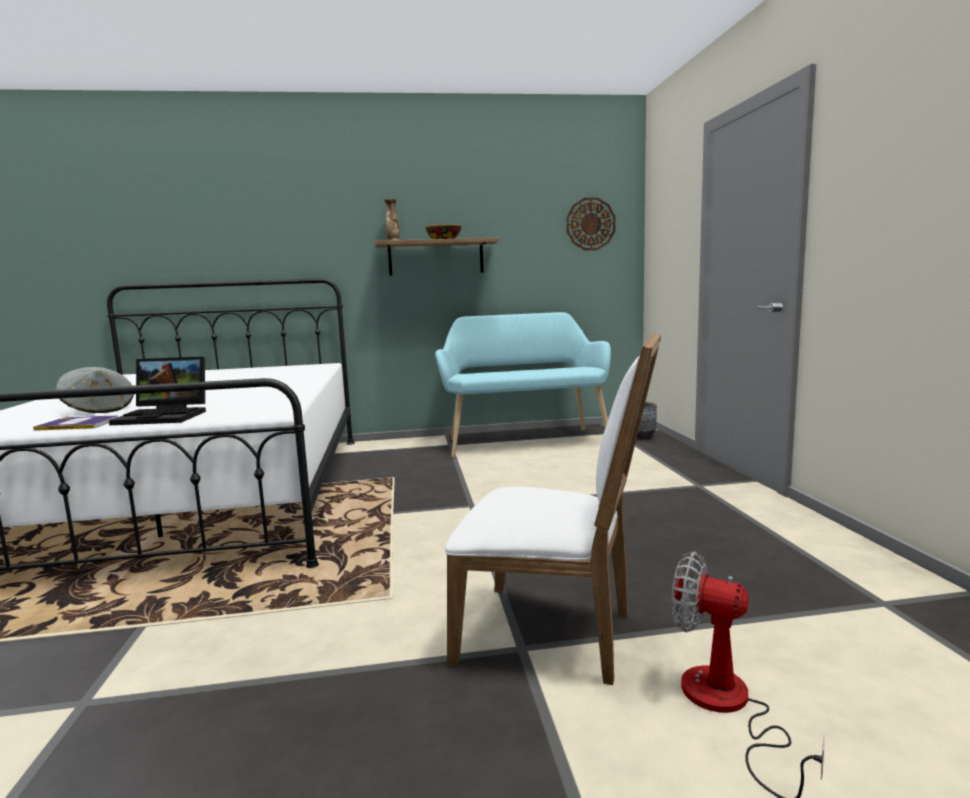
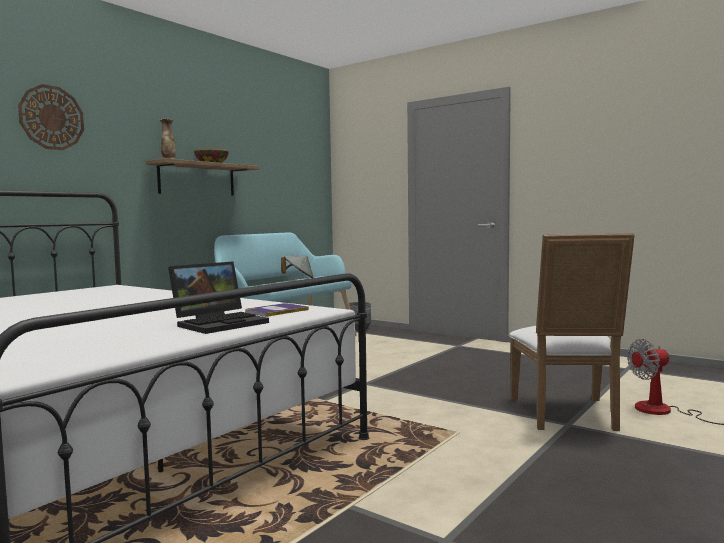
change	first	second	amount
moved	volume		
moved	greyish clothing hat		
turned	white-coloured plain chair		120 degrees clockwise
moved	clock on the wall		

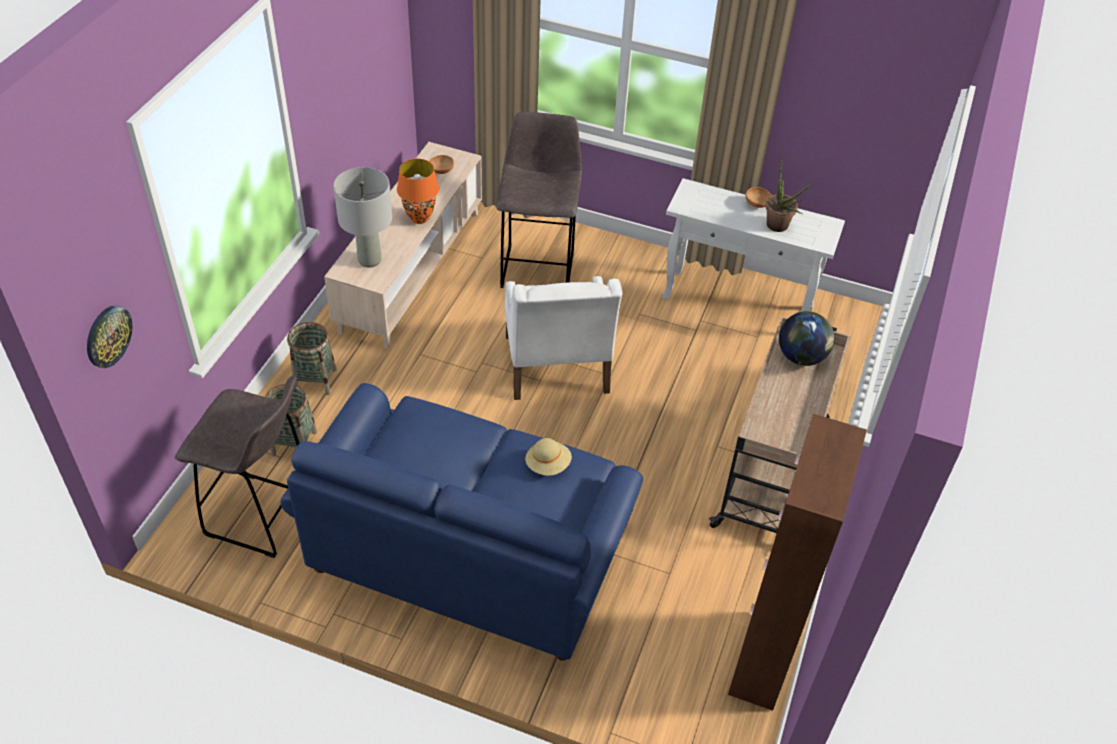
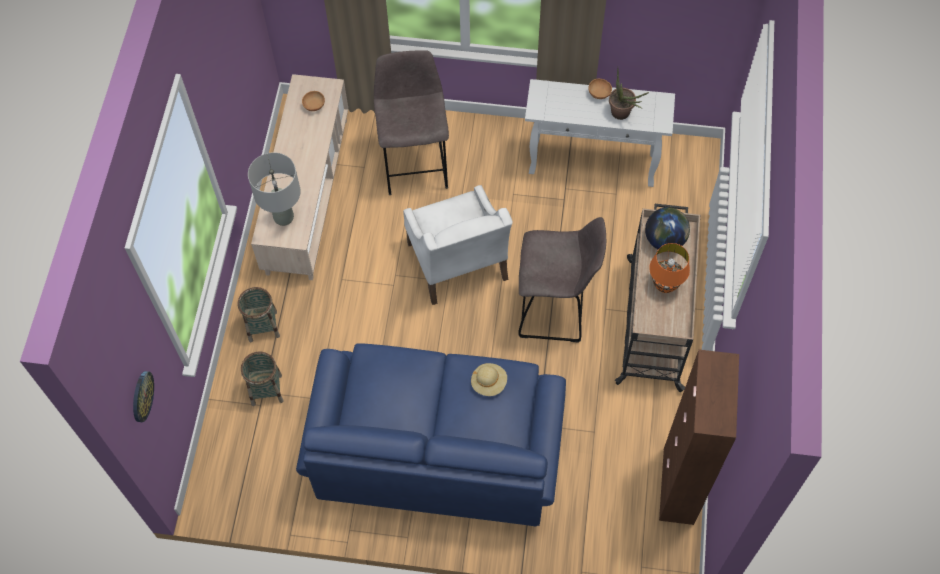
change	first	second	amount
moved	greyish stool (1st from left in the first image)	greyish stool (2nd from left)	
moved	orangey table lamp		

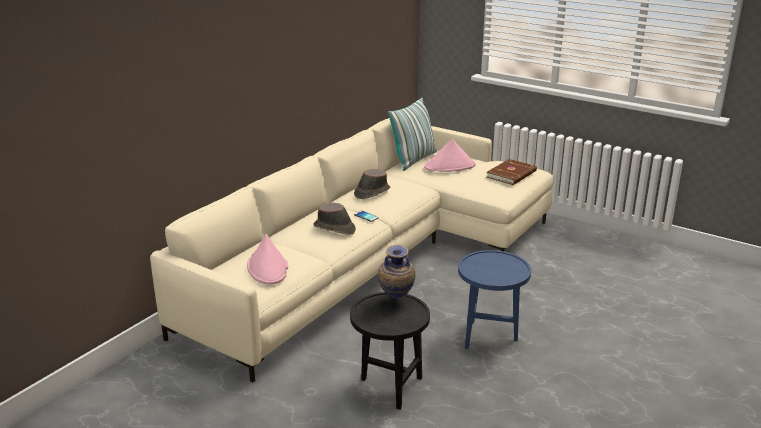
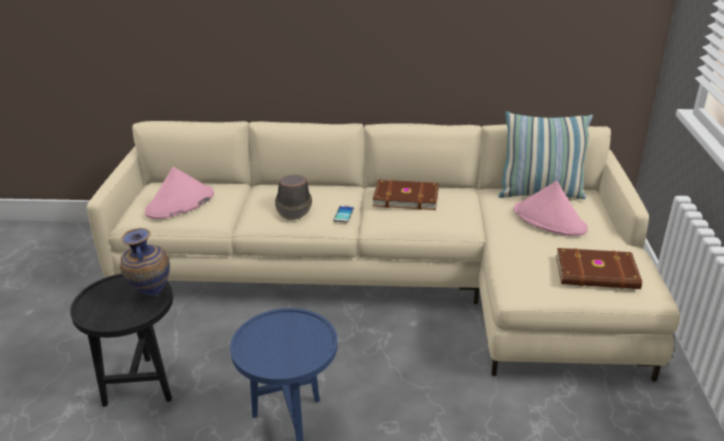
change	first	second	amount
replaced	brown clothing hat (2nd from left)	brown volume (1st from left)	

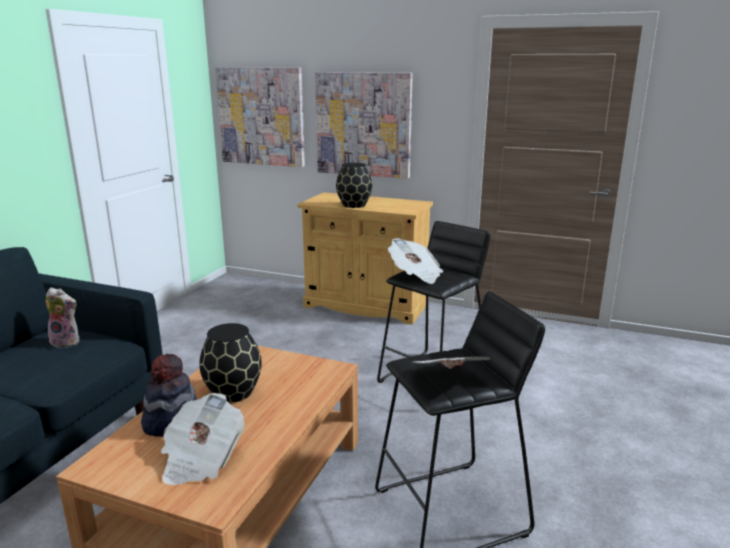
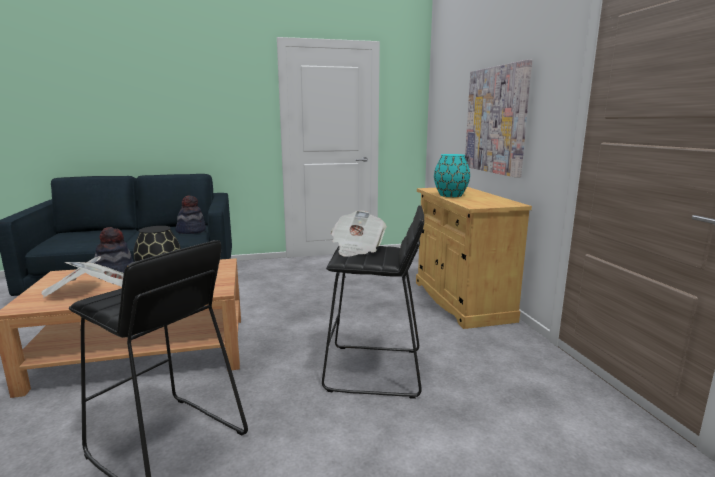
change	first	second	amount
replaced	soft toy	clothing hat (2nd from left)	
removed	picture (1st from left)		
recoloured	black vase (2nd from left)	turquoise-coloured vase	

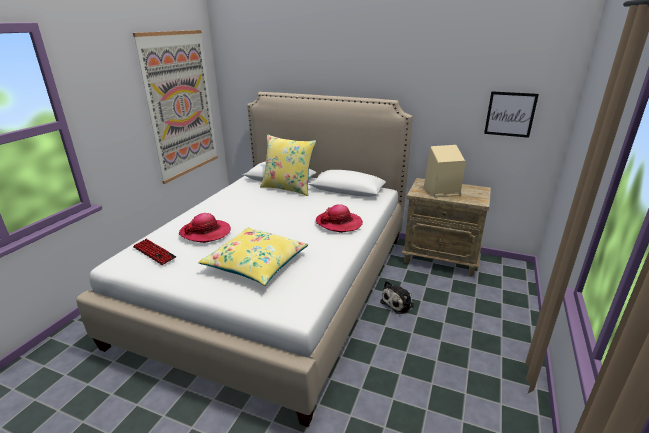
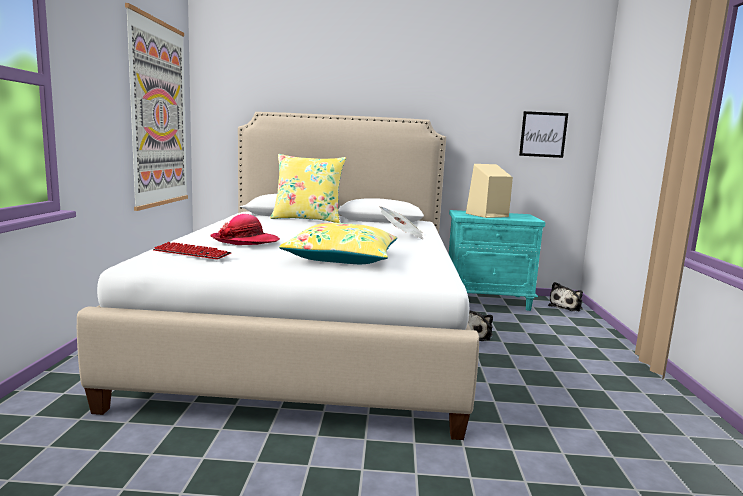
change	first	second	amount
replaced	clothing hat (2nd from left)	newspaper	
recoloured	beige bedside table	turquoise-coloured bedside table	
added		soft toy (2nd from left)	

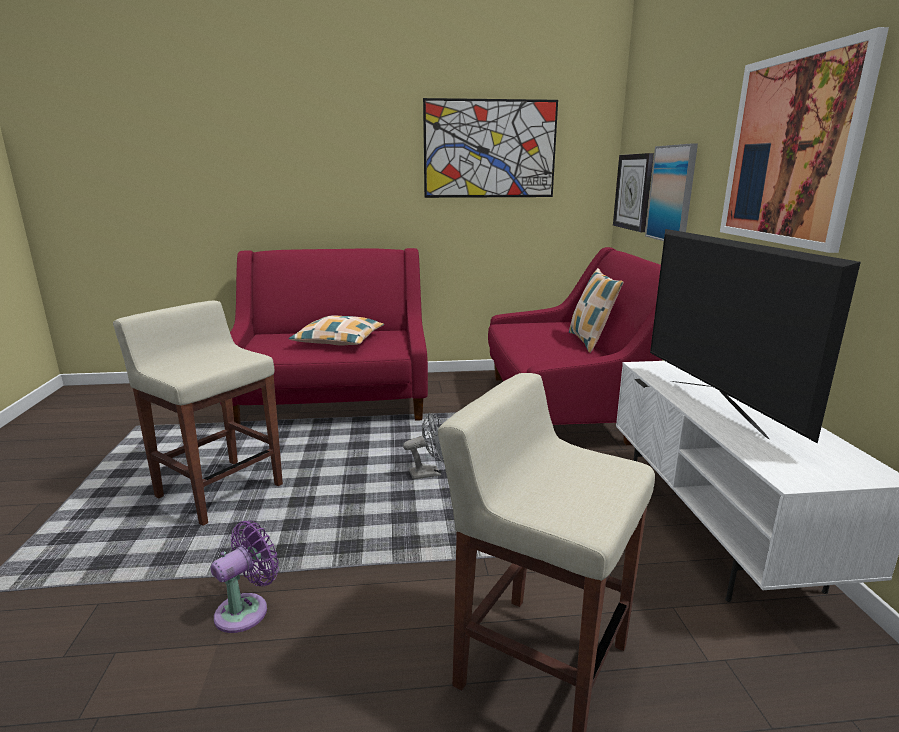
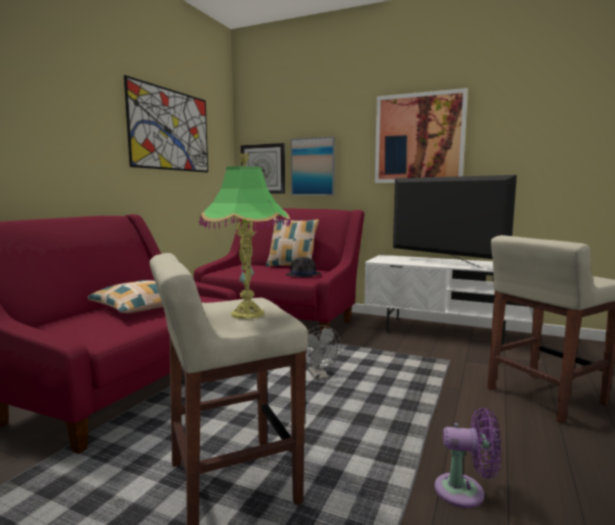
change	first	second	amount
turned	purple cooling fan		120 degrees clockwise
turned	greyish cooling fan		150 degrees clockwise
turned	TV set		150 degrees counterclockwise
added		table lamp	
added		black clothing hat	

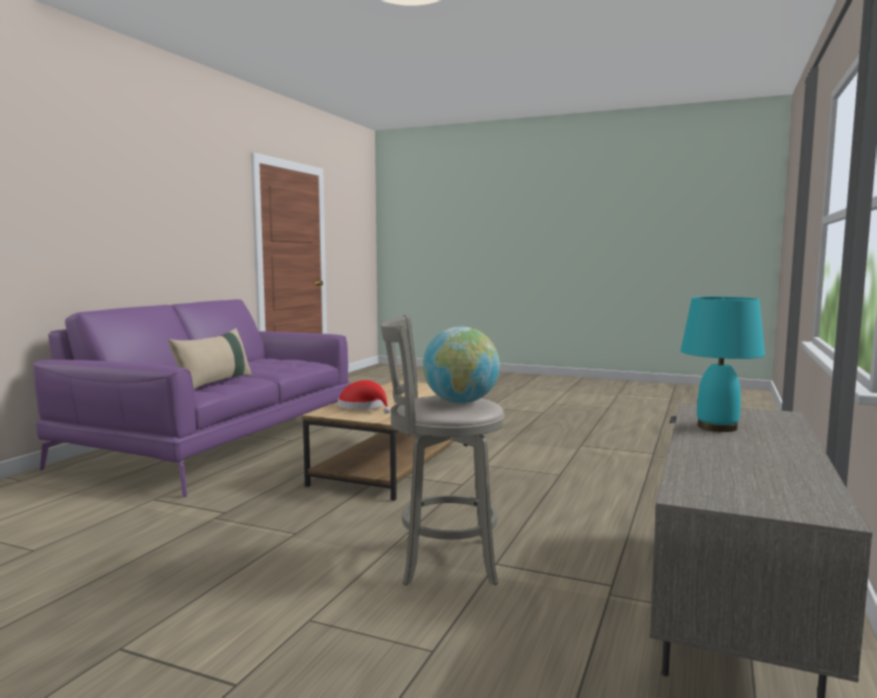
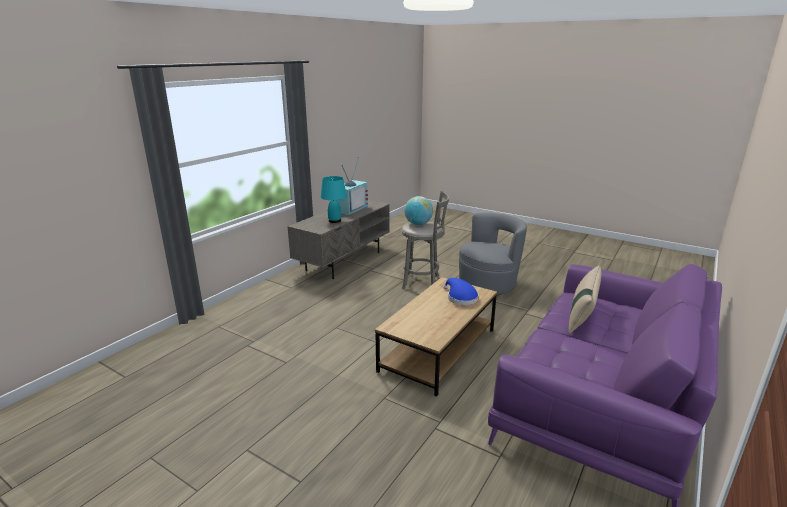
change	first	second	amount
recoloured	red-coloured clothing hat	bluish clothing hat	
added		TV set	
added		greyish lounge chair	

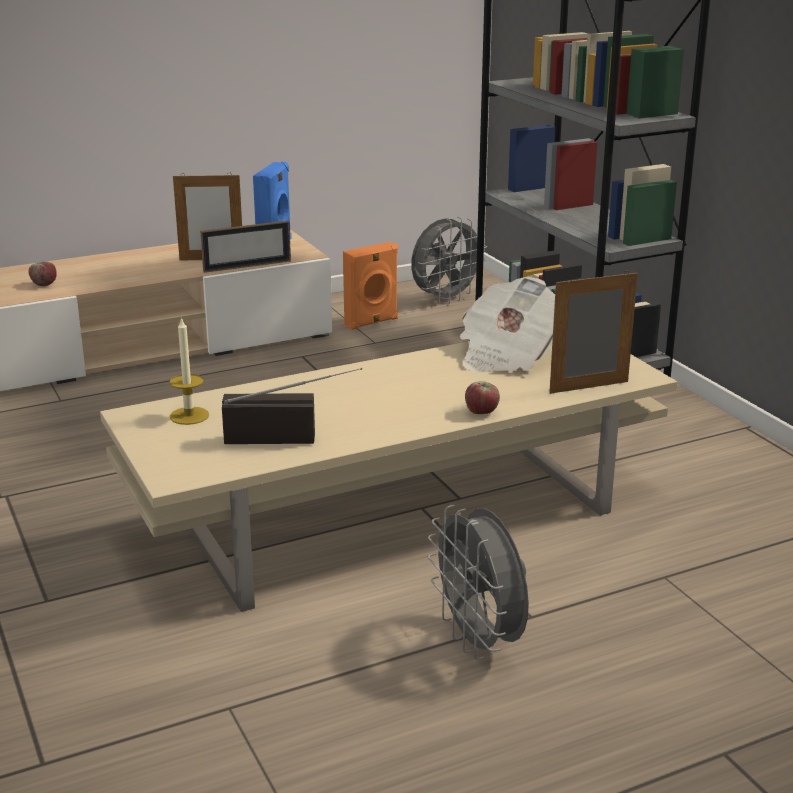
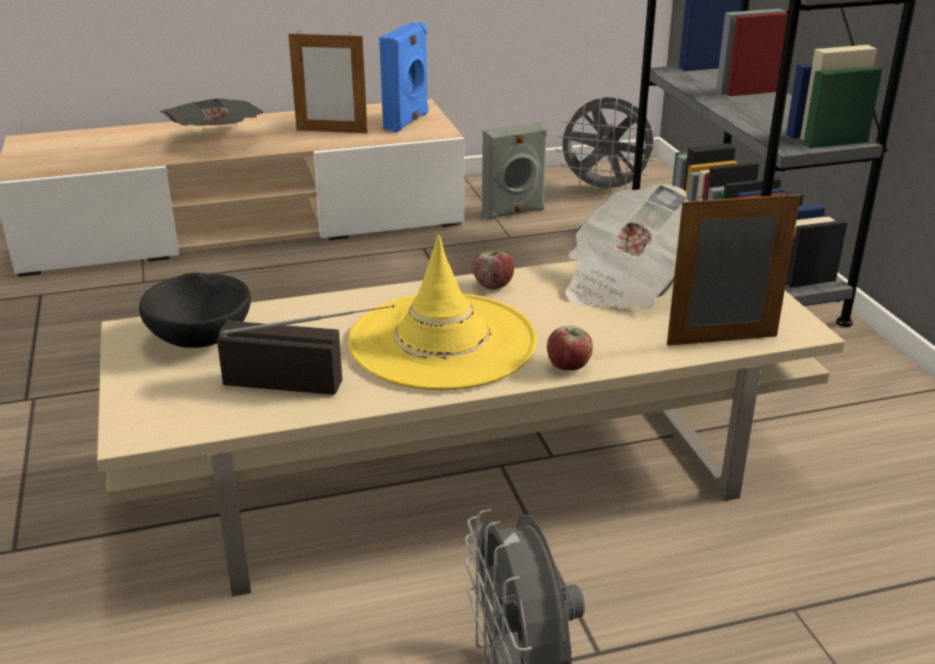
change	first	second	amount
moved	whole apple (1st from left)		
replaced	wax candle	black bowl	
removed	picture frame (2nd from left)		
recoloured	orangey speaker	greyish speaker	
turned	greyish cooling fan (1st from left in the first image)	greyish cooling fan (2nd from left)	45 degrees clockwise
added		newspaper (1st from left)	
added		yellowish clothing hat	

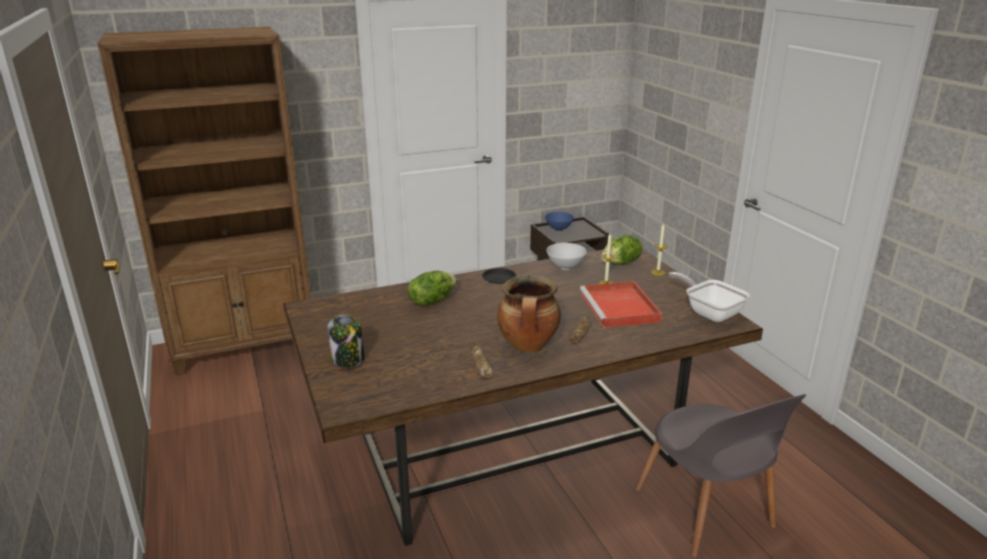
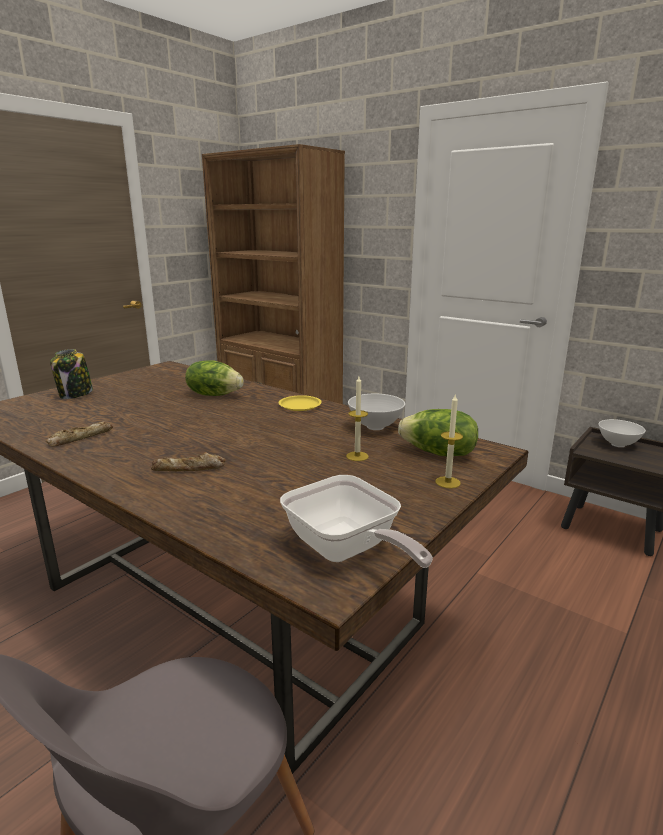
change	first	second	amount
recoloured	black flat dish	yellowish flat dish	
removed	stockpot		
recoloured	bluish bowl	white-coloured bowl (2nd from left)	
removed	red-coloured tray		
turned	pan		120 degrees clockwise

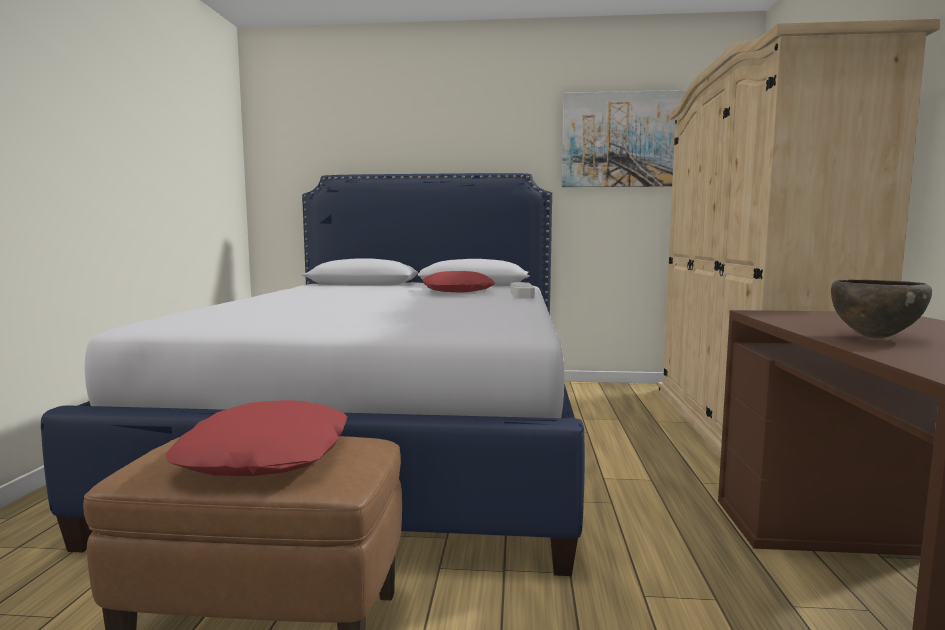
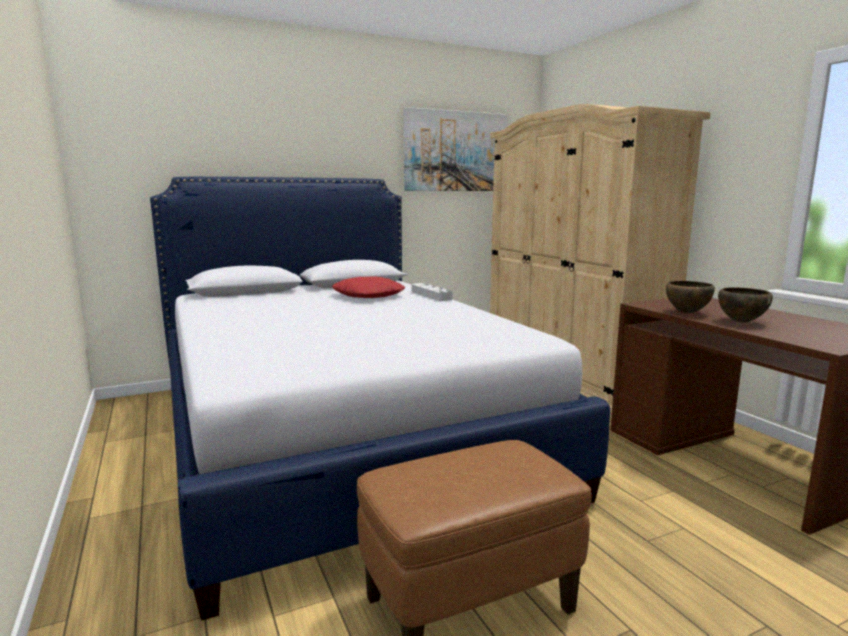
change	first	second	amount
removed	red-coloured pillow (1st from left)		
added		brown bowl (1st from left)	

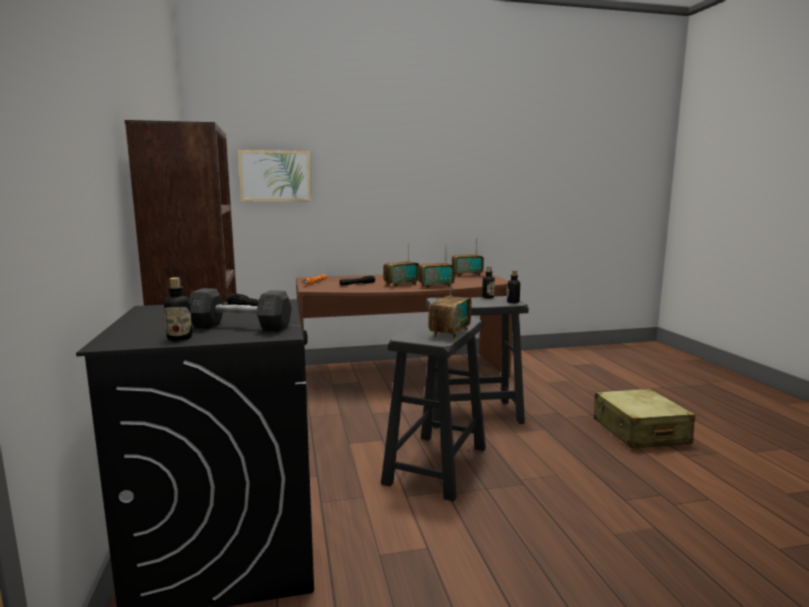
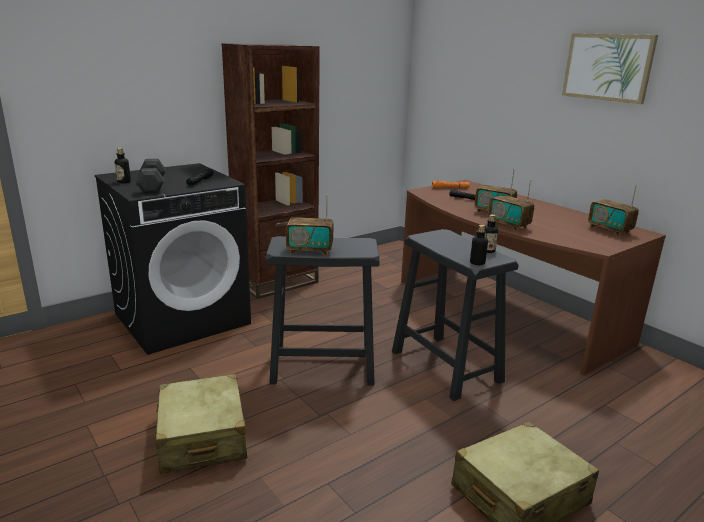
change	first	second	amount
moved	picture		
added		beige piece of luggage (1st from left)	

